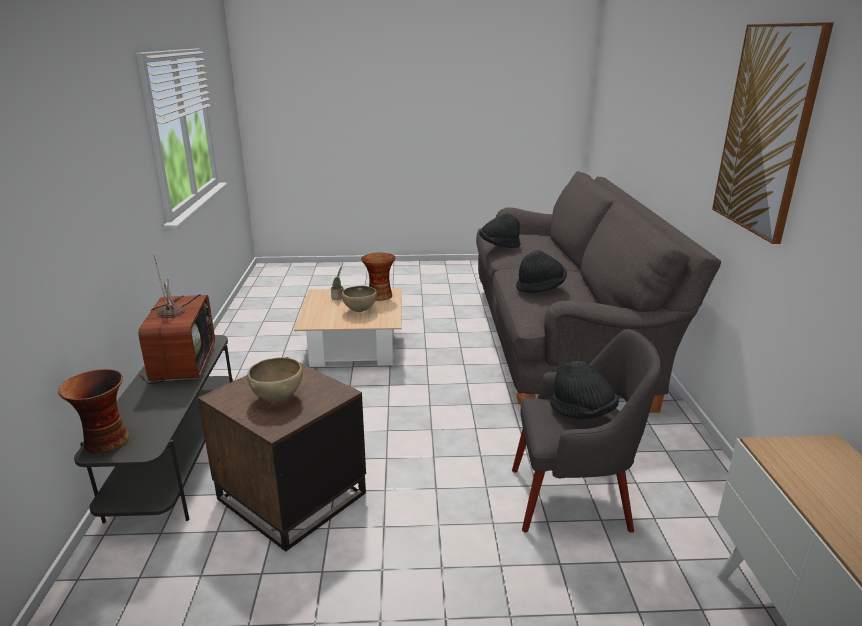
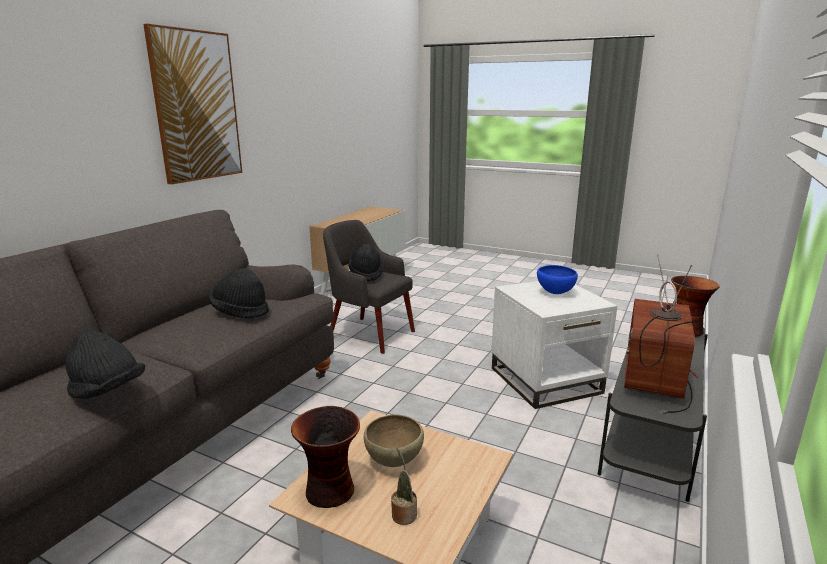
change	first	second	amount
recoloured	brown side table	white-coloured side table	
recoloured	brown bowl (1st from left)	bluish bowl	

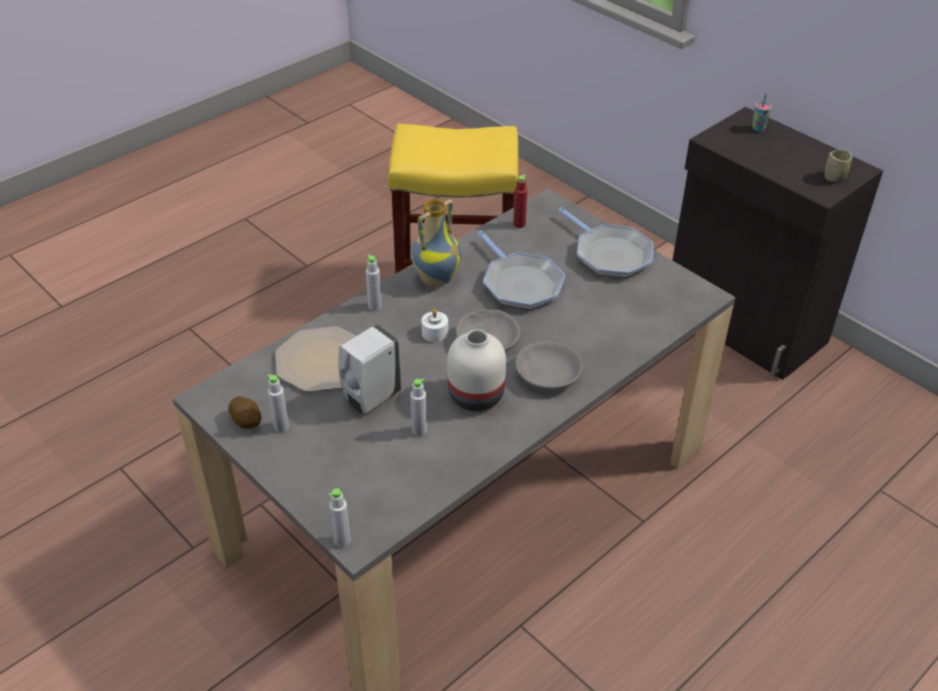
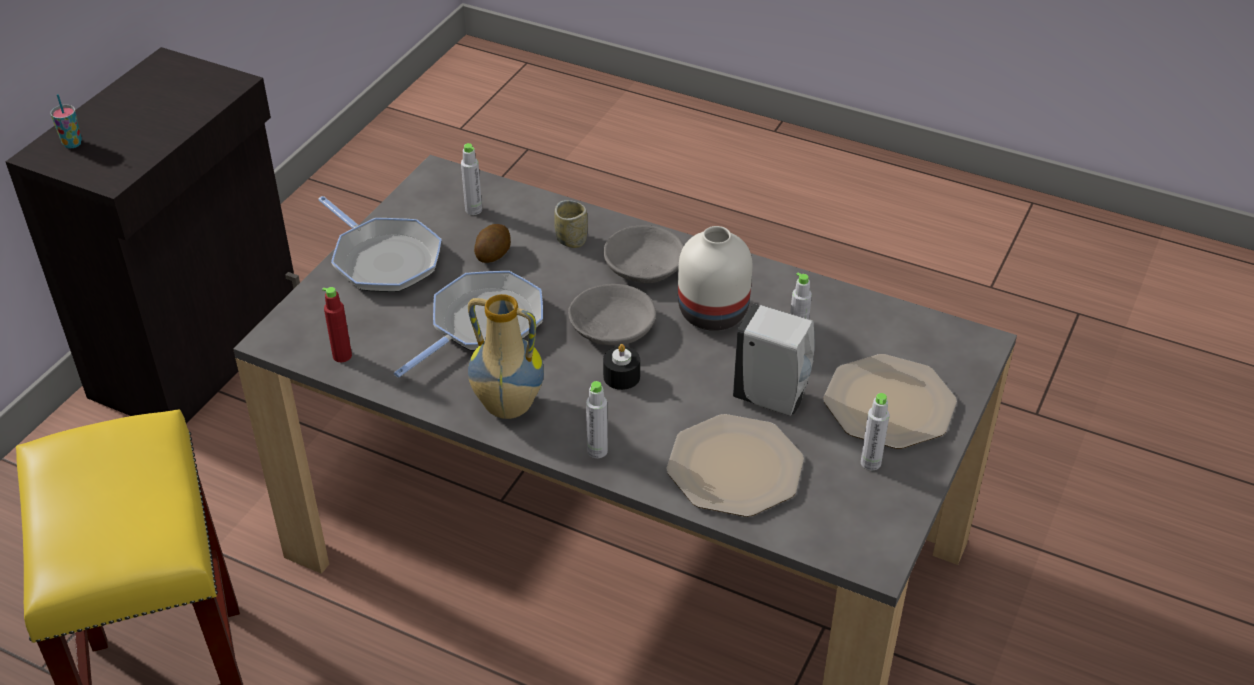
change	first	second	amount
moved	spud		
moved	greyish drink bottle (2nd from left in the first image)	greyish drink bottle (1st from left)	
recoloured	white-coloured wax candle	black wax candle	
turned	pan (2nd from left in the first image)	pan (1st from left)	105 degrees clockwise
moved	cup (2nd from left)		
added		flat dish (2nd from left)	

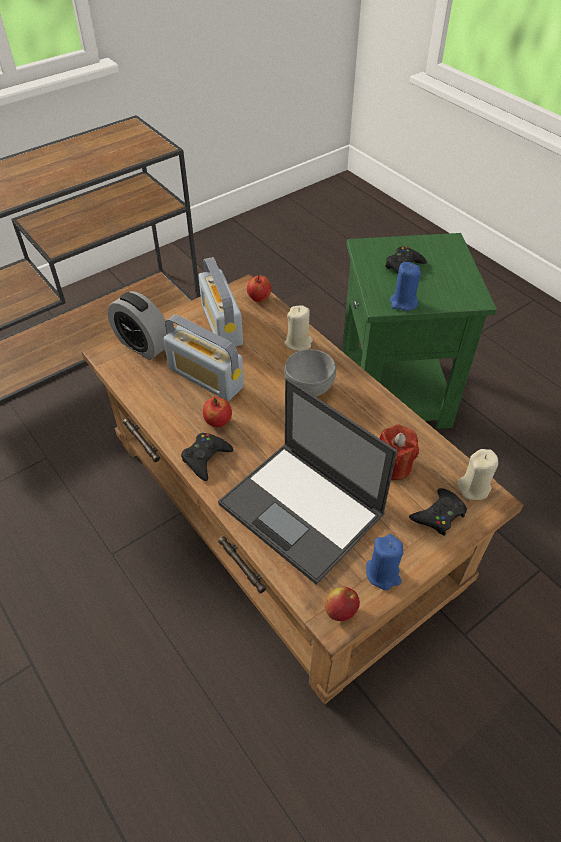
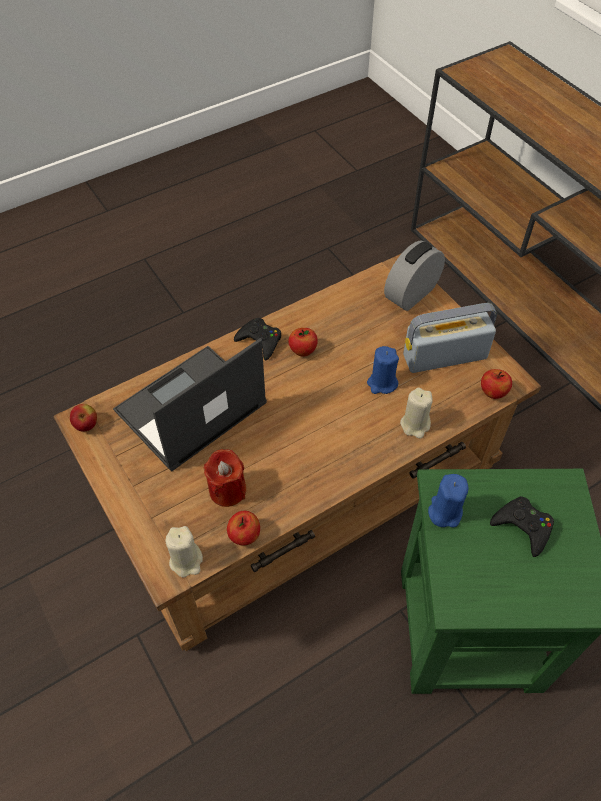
change	first	second	amount
removed	radio set (1st from left)		
removed	greyish bowl		
moved	bluish wax candle (1st from left)		
removed	black joypad (3rd from left)		
added		whole apple (2nd from left)	

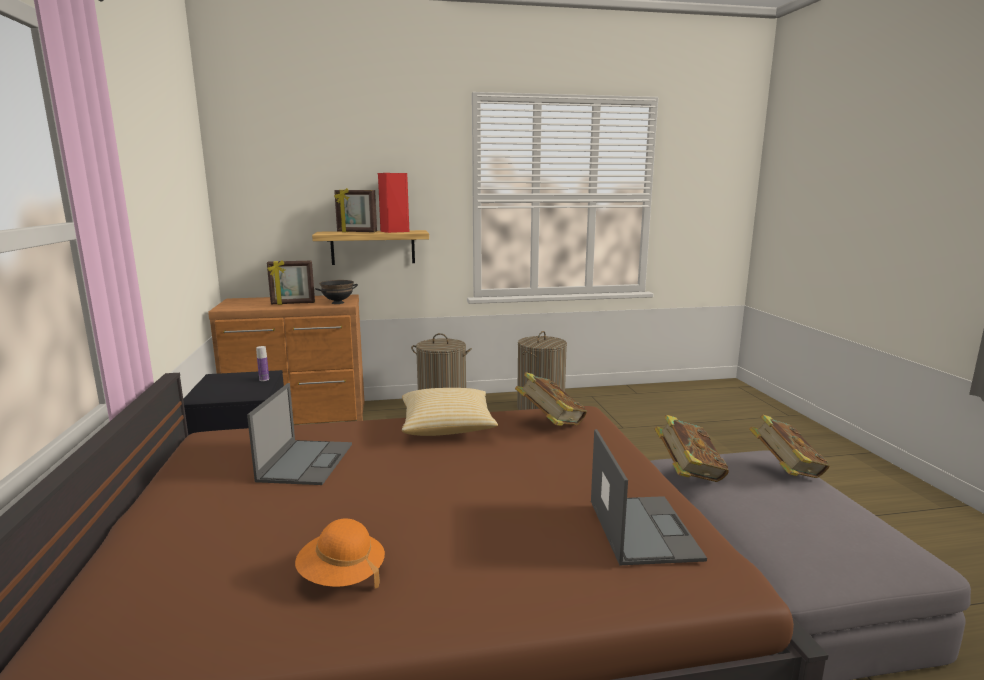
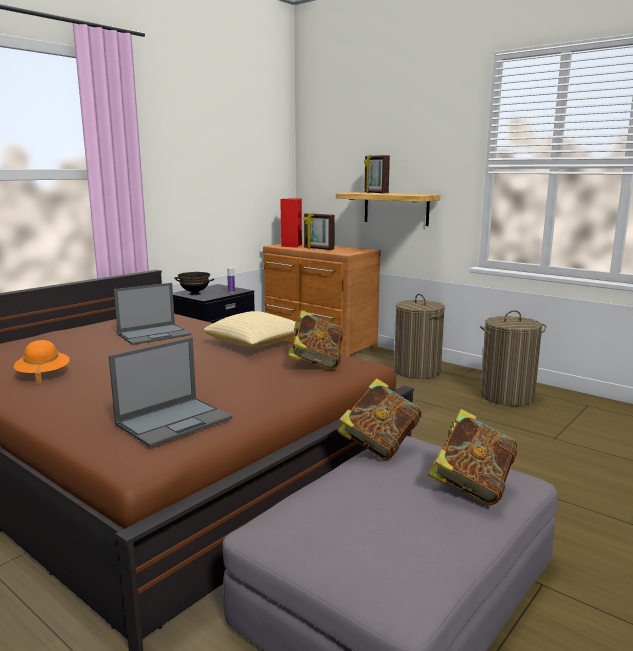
change	first	second	amount
moved	black bowl		
moved	red-coloured speaker		

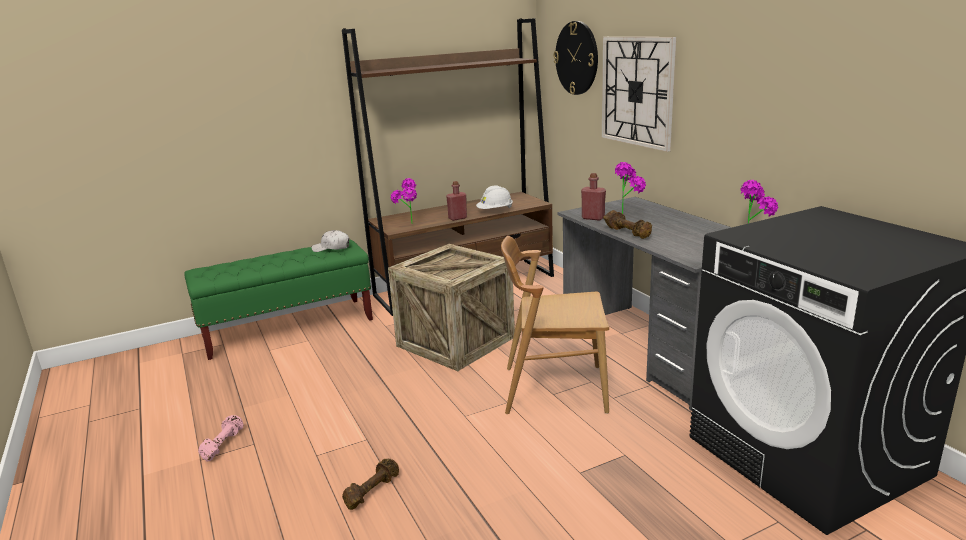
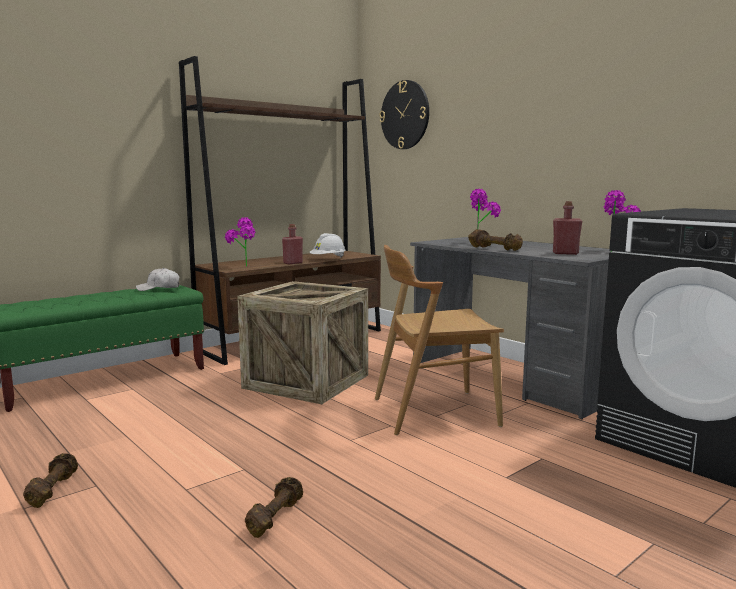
change	first	second	amount
recoloured	pinkish free weight	brown free weight (1st from left)	
moved	red-coloured drink bottle (2nd from left)		
removed	clock on the wall (2nd from left)		

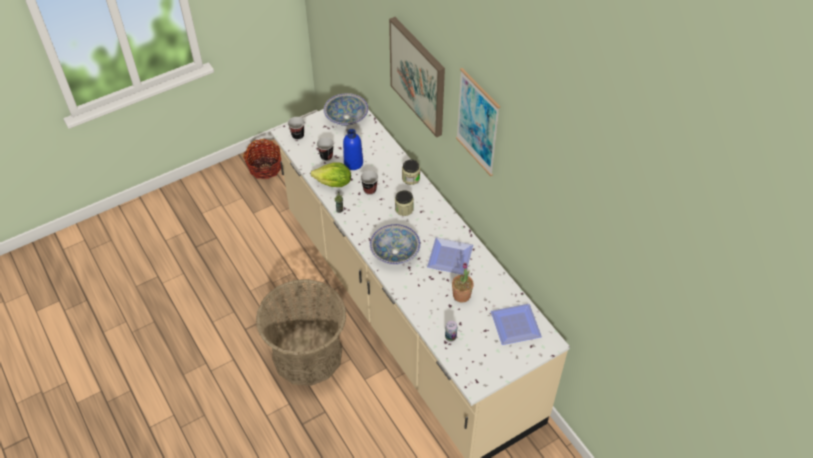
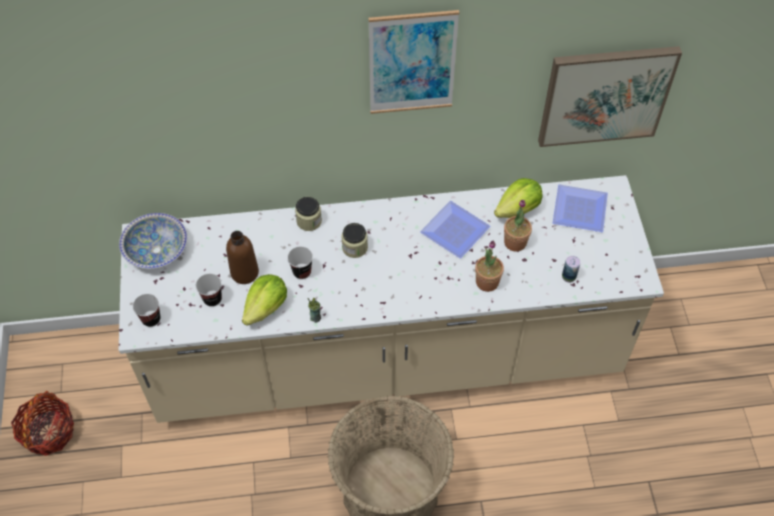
change	first	second	amount
recoloured	bluish drink bottle	brown drink bottle	
removed	bowl (2nd from left)		
moved	picture (1st from left in the first image)	picture (2nd from left)	
added		plant in a pot (1st from left)	
added		lettuce head (2nd from left)	

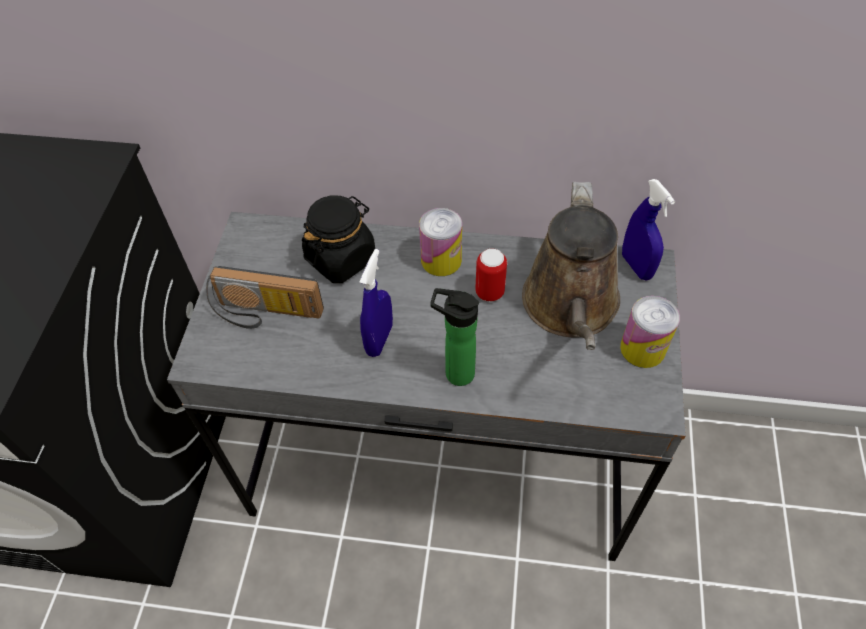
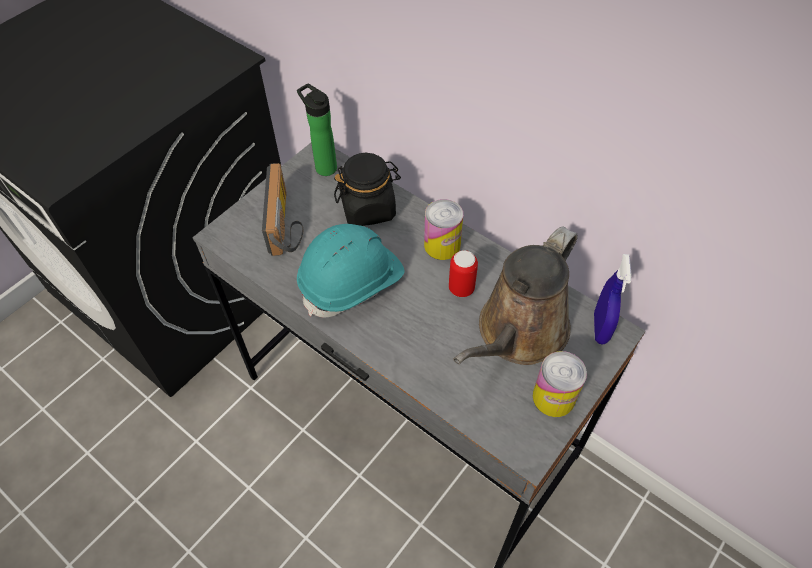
change	first	second	amount
turned	radio set		135 degrees counterclockwise
replaced	bluish hand sprayer (1st from left)	turquoise-coloured work helmet	
moved	drink bottle		

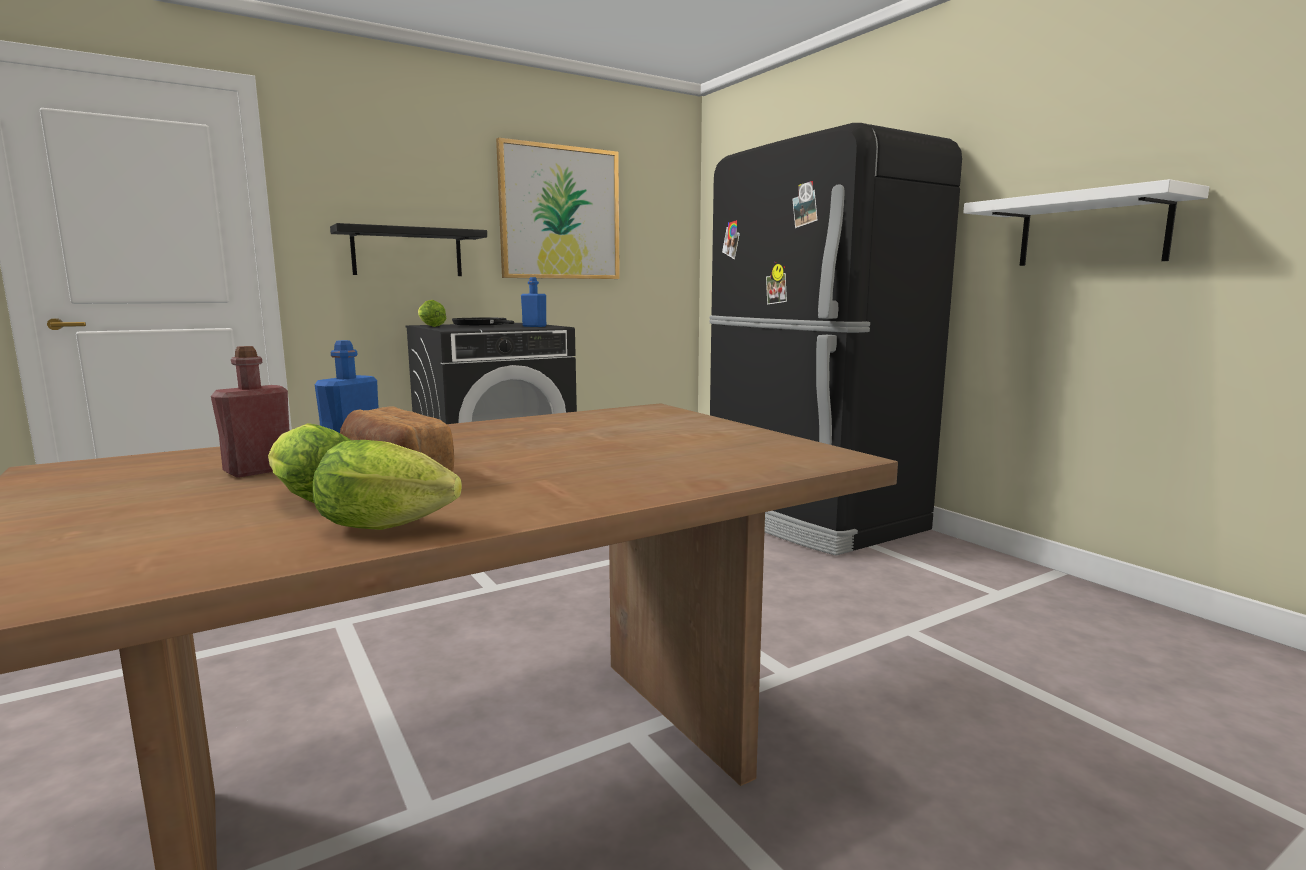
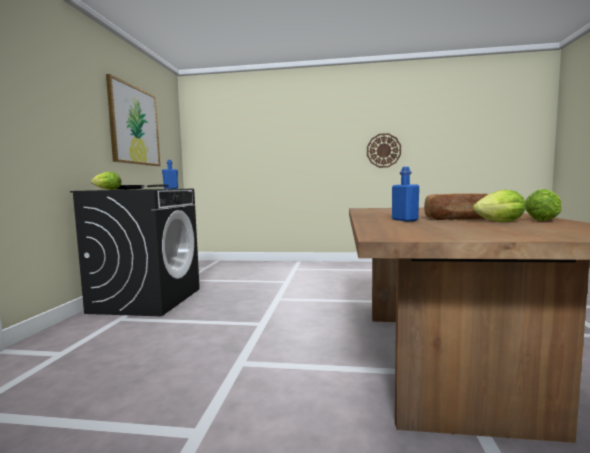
change	first	second	amount
removed	red-coloured drink bottle		
removed	black wall shelf		
removed	black refrigerator		
replaced	white-coloured wall shelf	clock on the wall	

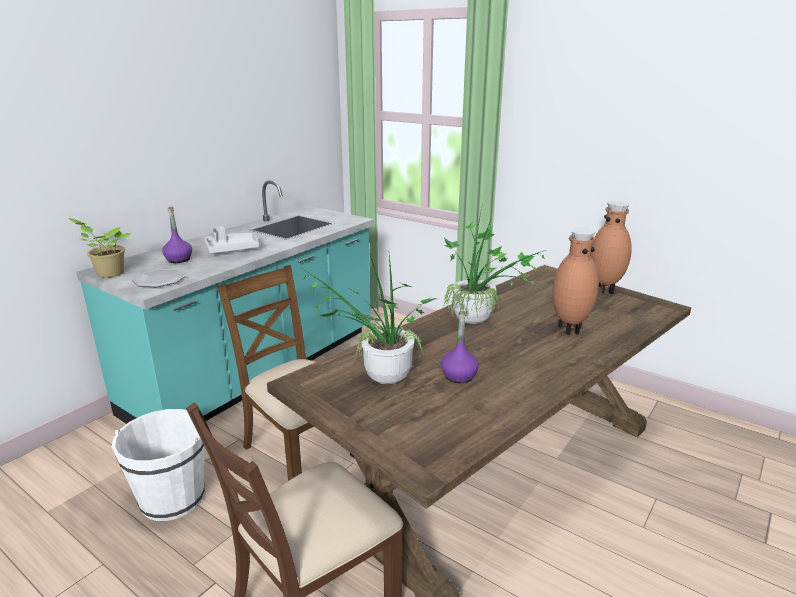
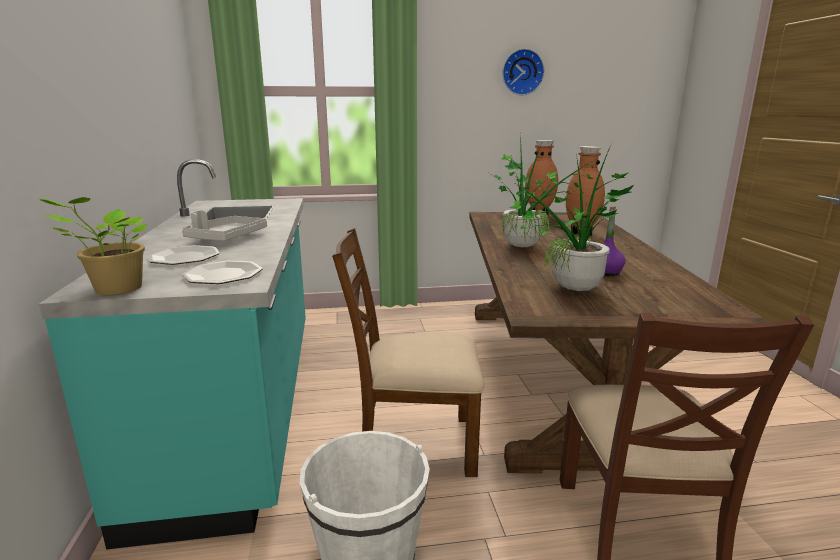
change	first	second	amount
replaced	purple drink bottle (1st from left)	flat dish (1st from left)	
added		clock on the wall	

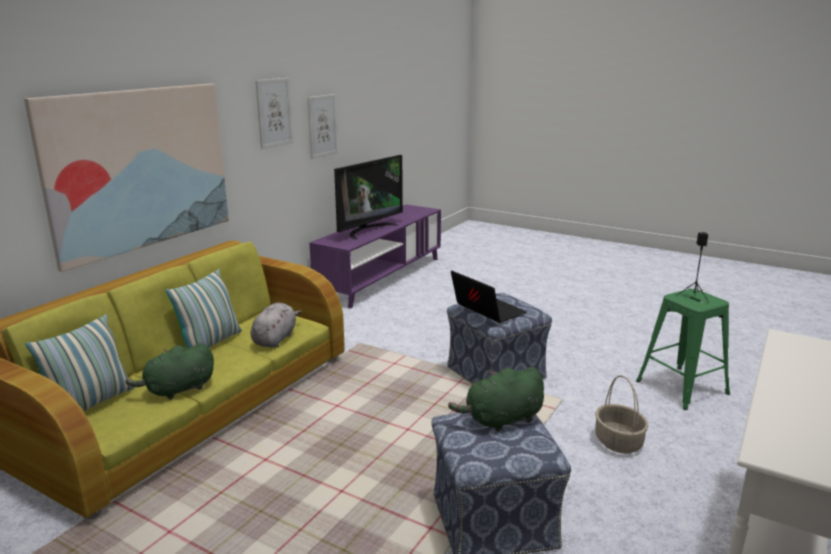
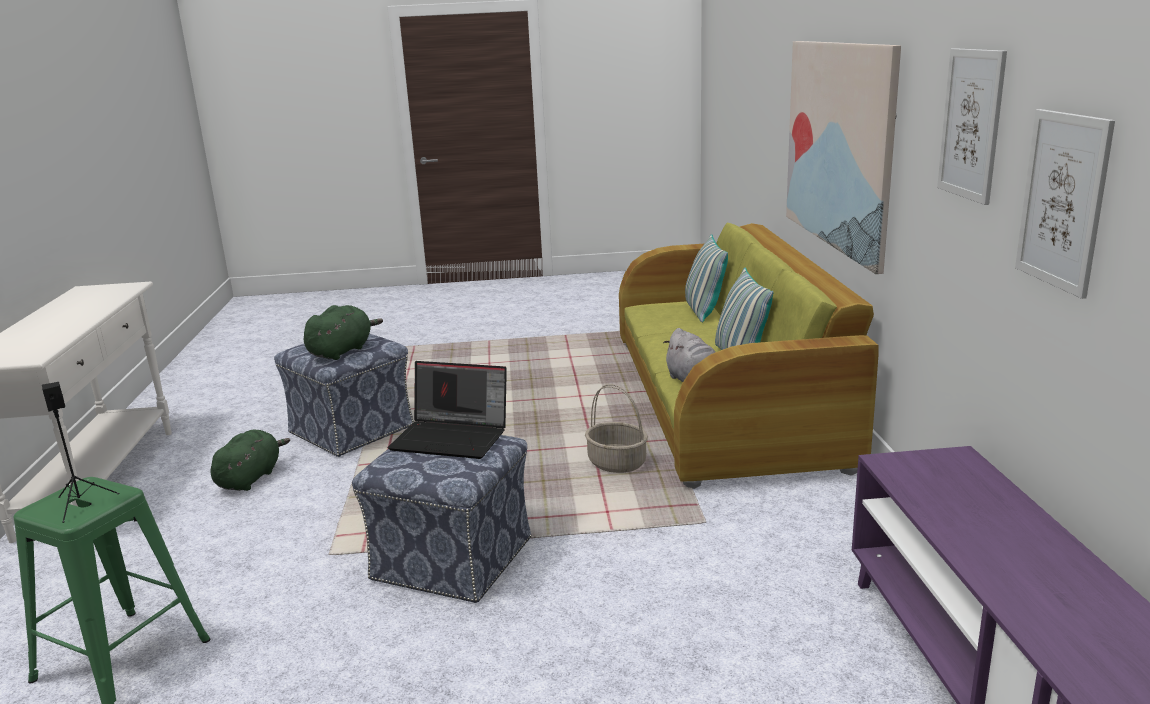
change	first	second	amount
moved	green-coloured soft toy (1st from left)		
removed	TV set		
moved	basket		

